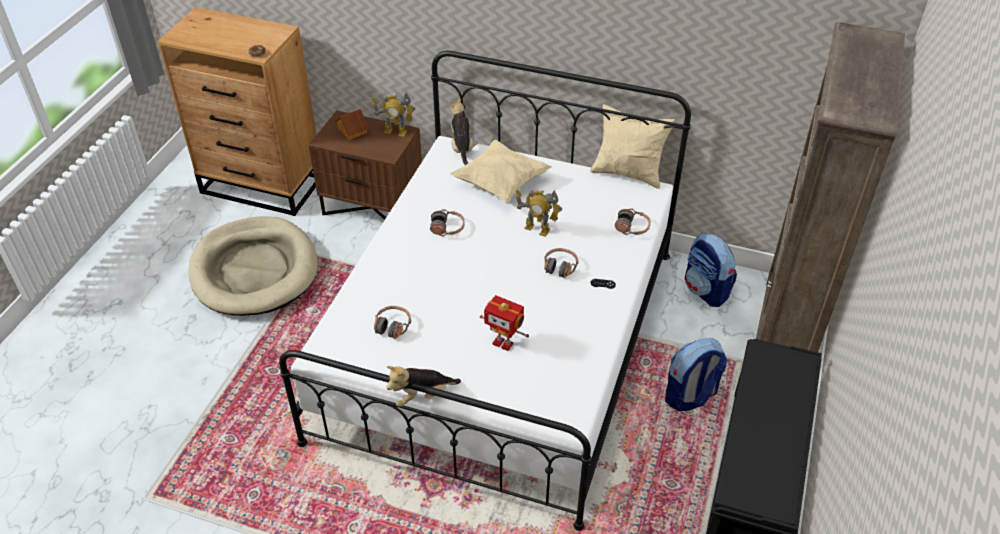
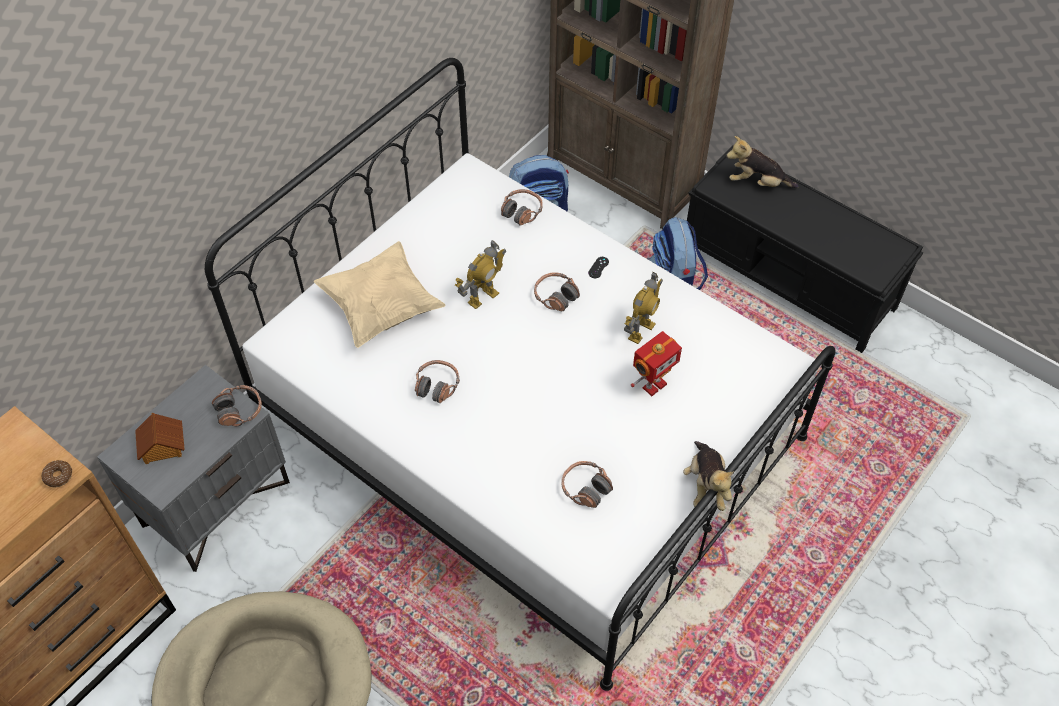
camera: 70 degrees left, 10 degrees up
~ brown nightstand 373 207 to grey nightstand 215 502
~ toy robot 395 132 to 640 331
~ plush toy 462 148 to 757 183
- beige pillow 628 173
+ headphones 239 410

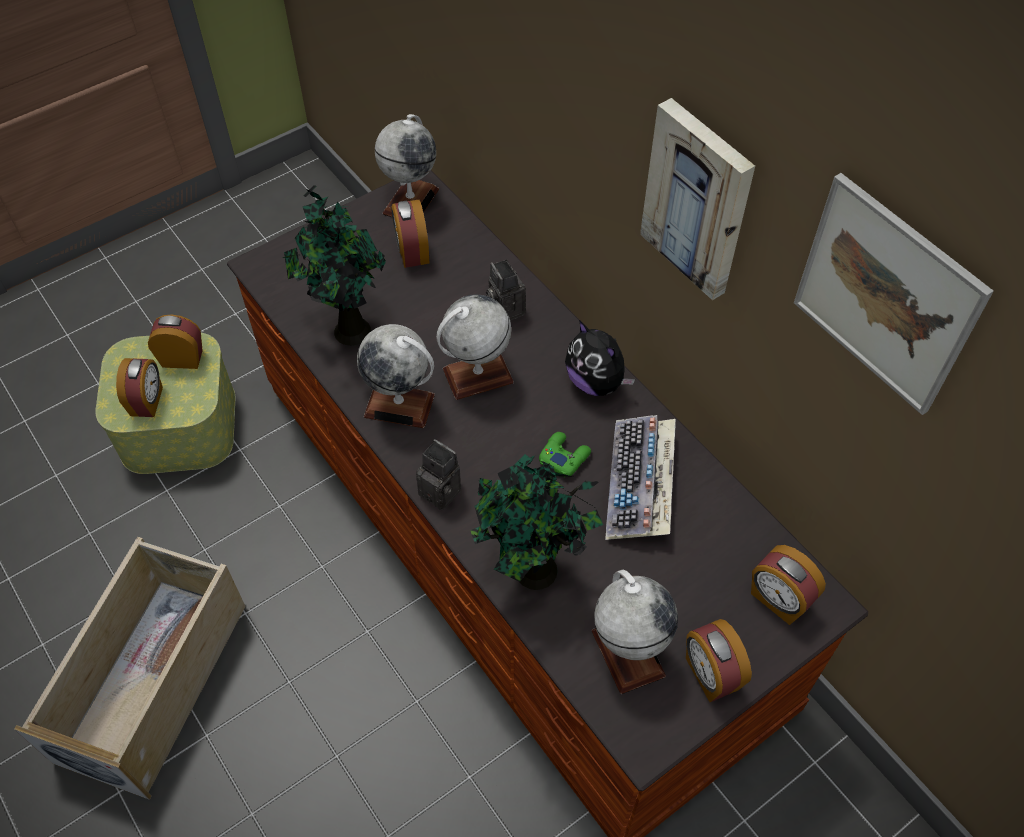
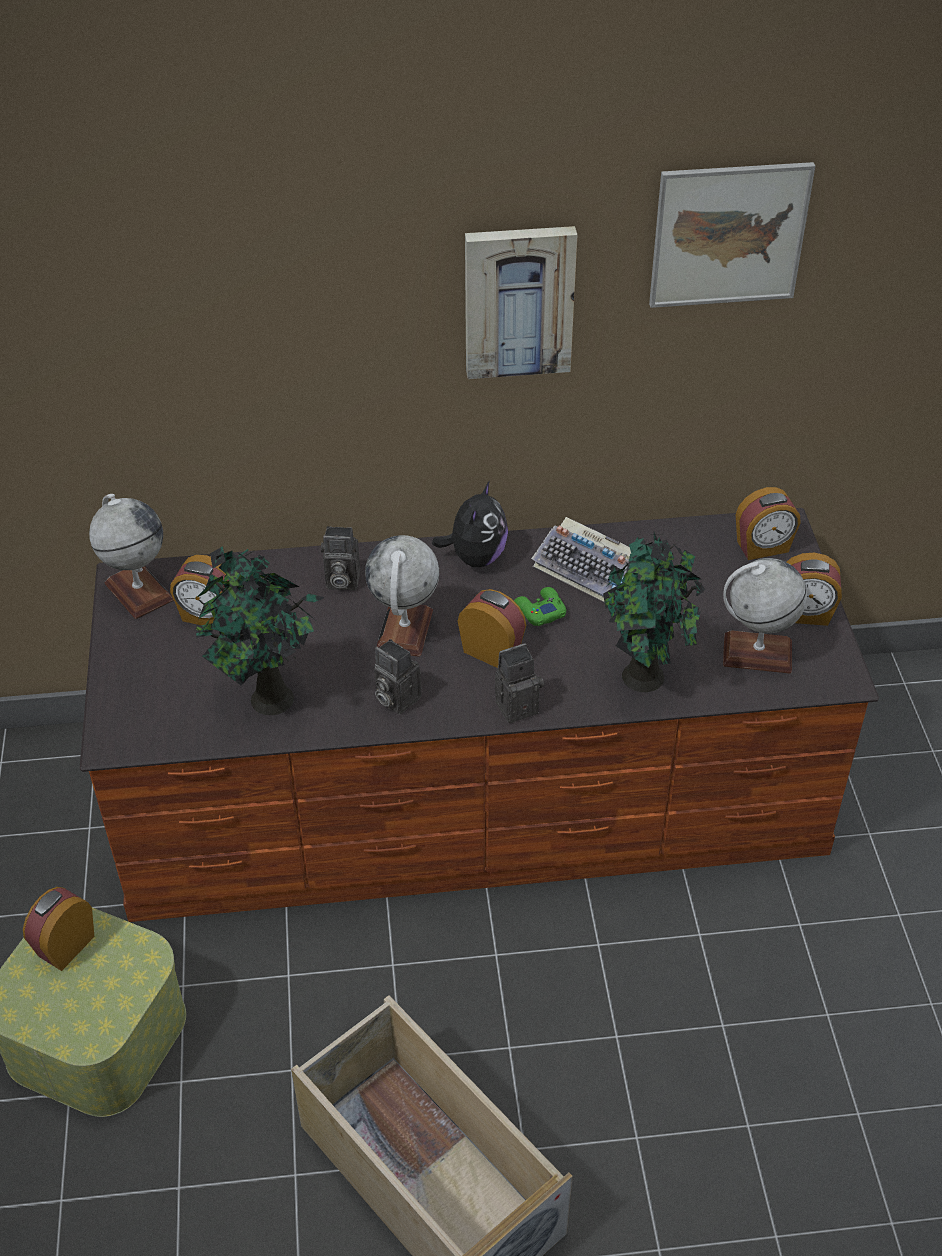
camera: 60 degrees left, 10 degrees down
~ alarm clock 147 401 to 492 651
~ globe 399 405 to photo camera 395 698
~ plush toy 596 382 = 475 557 60 degrees counterclockwise

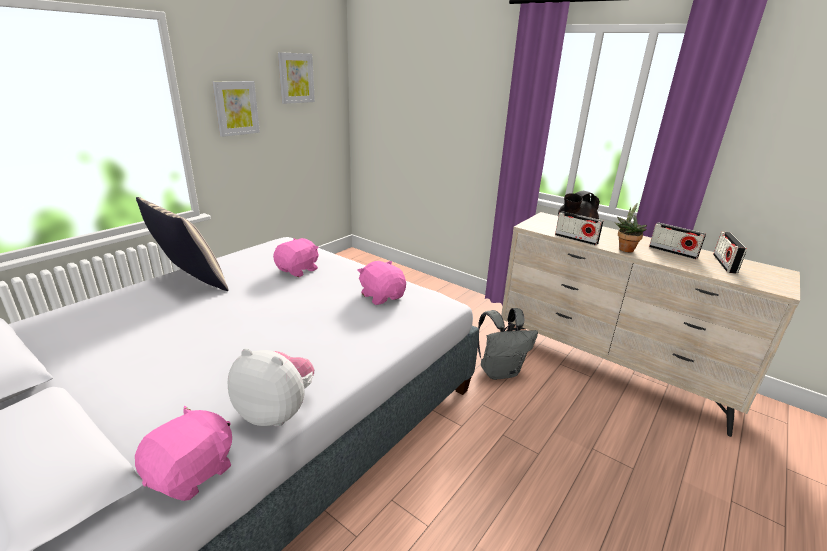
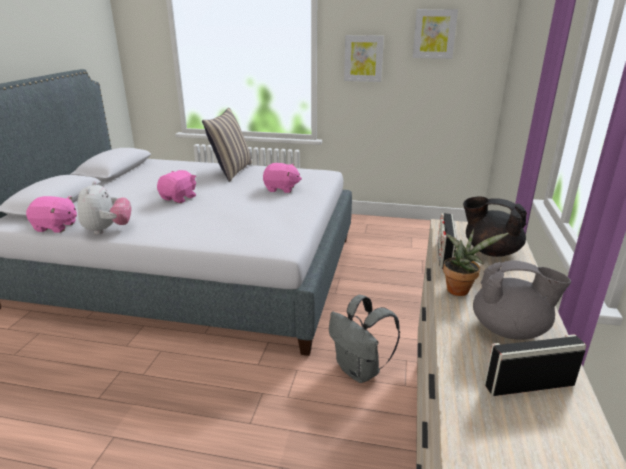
camera: 65 degrees right, 0 degrees up
~ pink plush toy 382 296 to 179 198
~ radio 673 252 to grey teapot 510 330

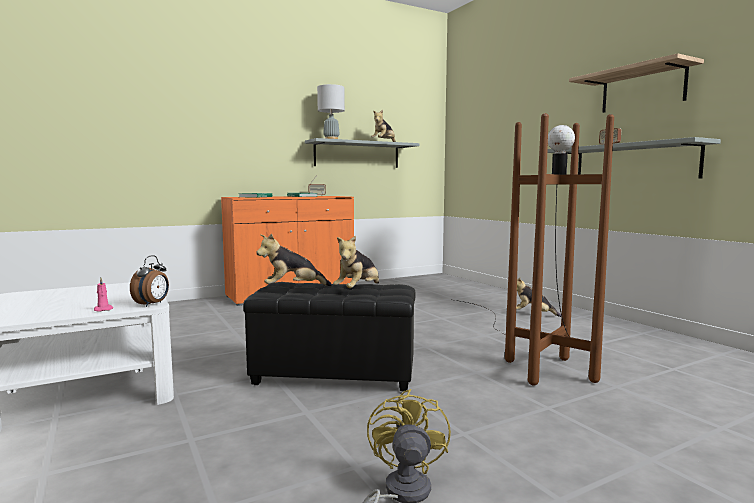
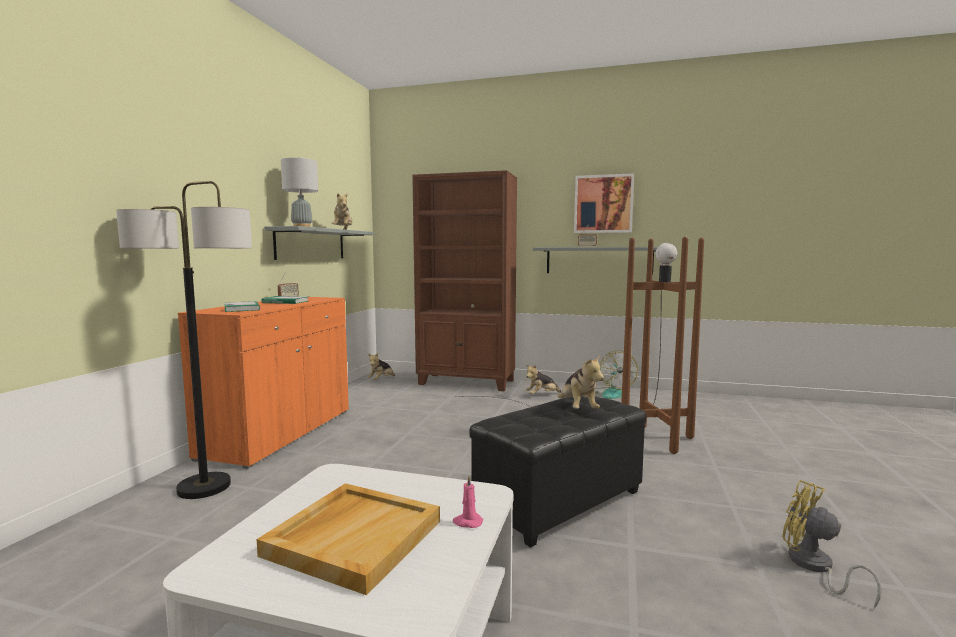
camera: 45 degrees left, 0 degrees up
- alarm clock 152 304
~ plush toy 293 288 to 381 380
~ shelf 642 89 to picture 603 204
+ floor lamp 204 487
+ beige tray 354 537
+ brown bookcase 467 382
+ fan 610 393

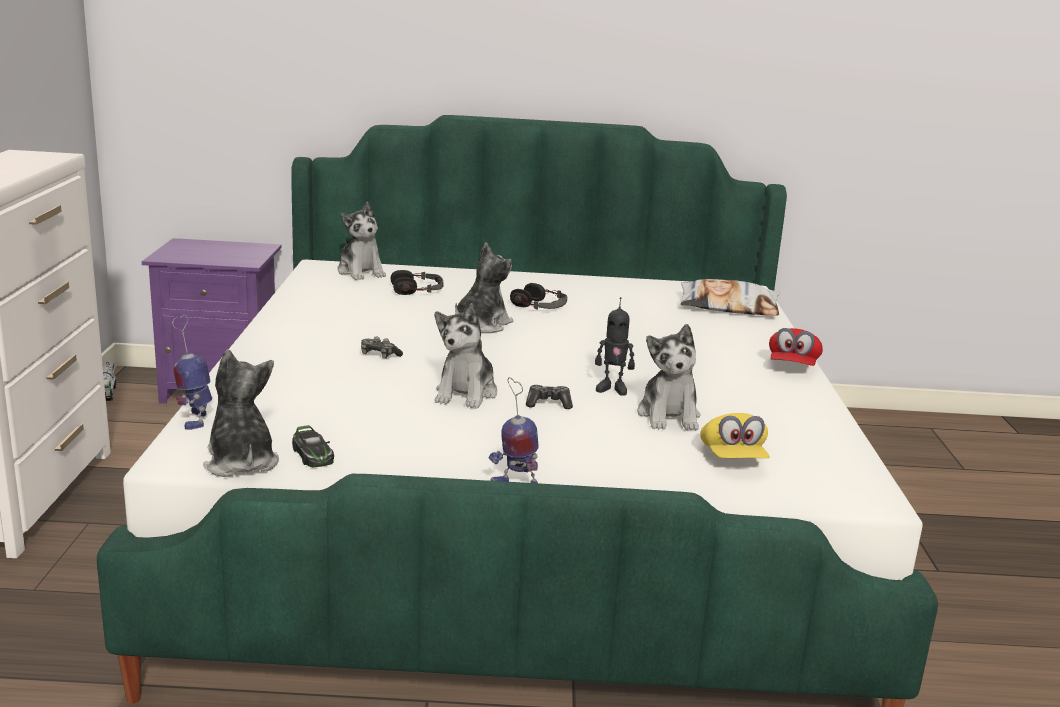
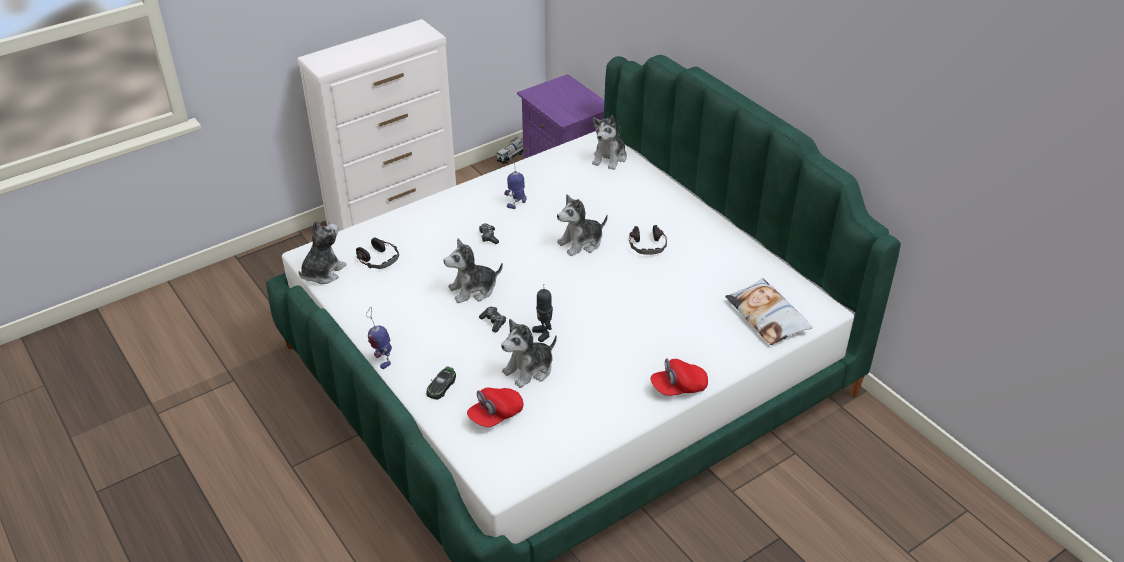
camera: 55 degrees right, 20 degrees up
~ toy robot 195 419 to 517 203
~ toy car 312 454 to 441 386
~ headphones 417 290 to 379 259
~ plush toy 481 325 = 581 243 150 degrees clockwise
~ yellow cap 732 459 to red cap 495 415

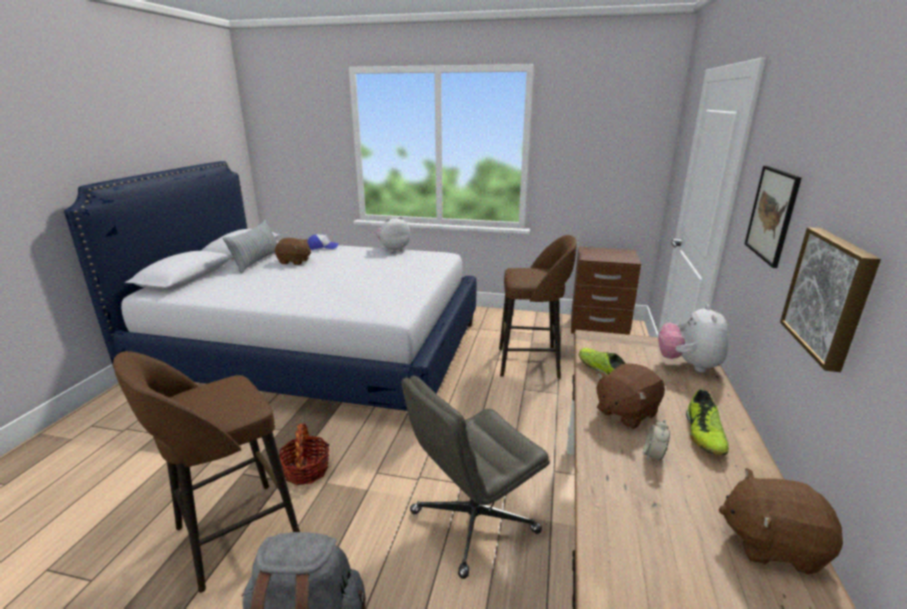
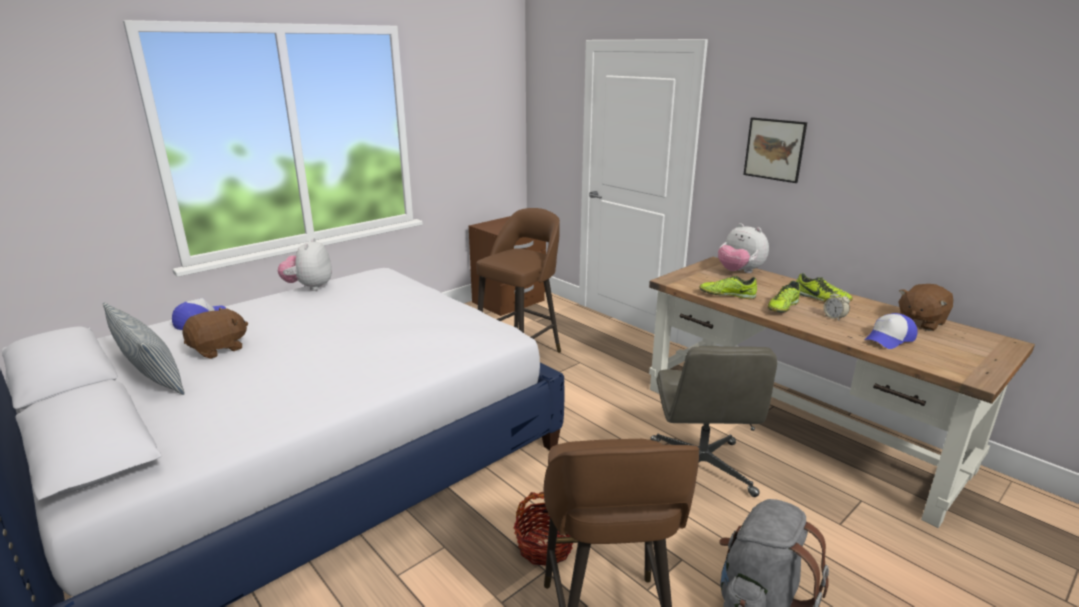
camera: 55 degrees left, 0 degrees up
~ brown plush toy 625 412 to shoe 782 307
- picture 830 295
+ cap 889 339

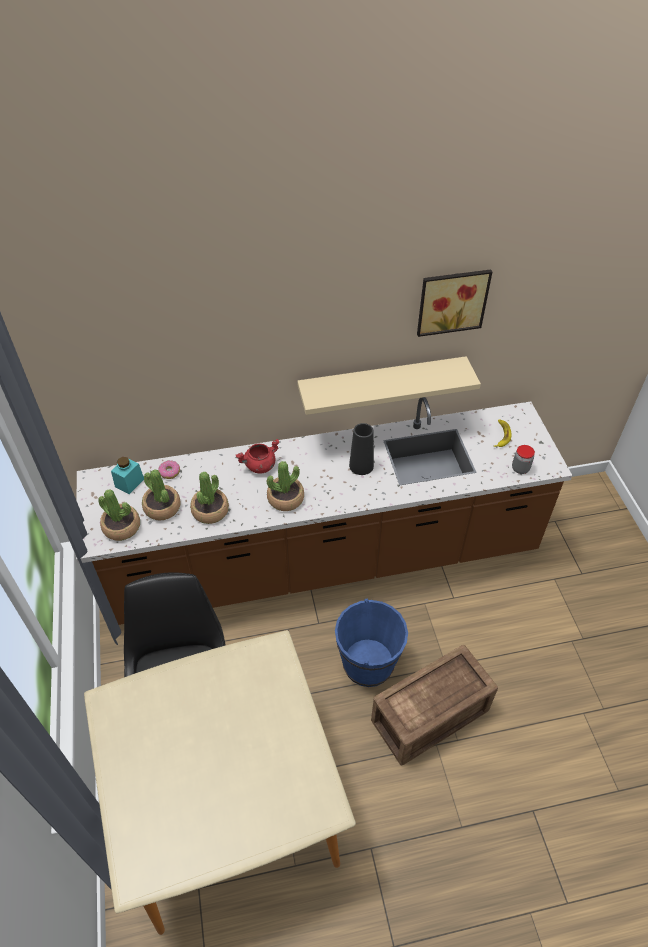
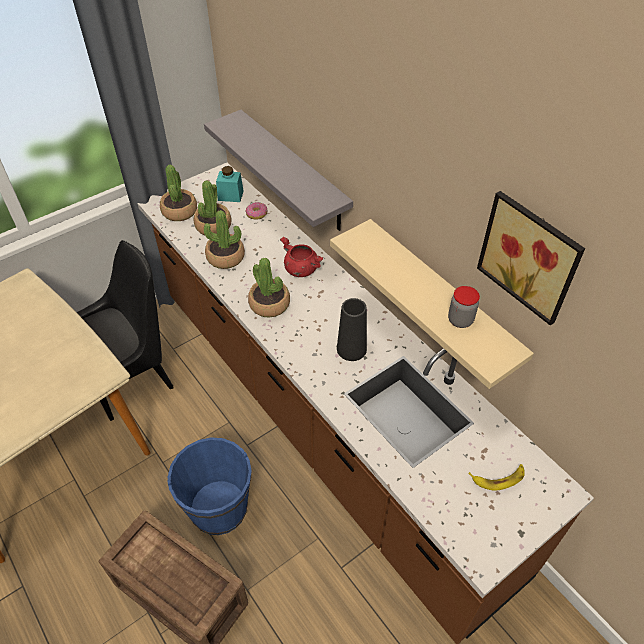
camera: 65 degrees right, 0 degrees up
~ jar 520 468 to 460 320
+ grey shelf 293 171

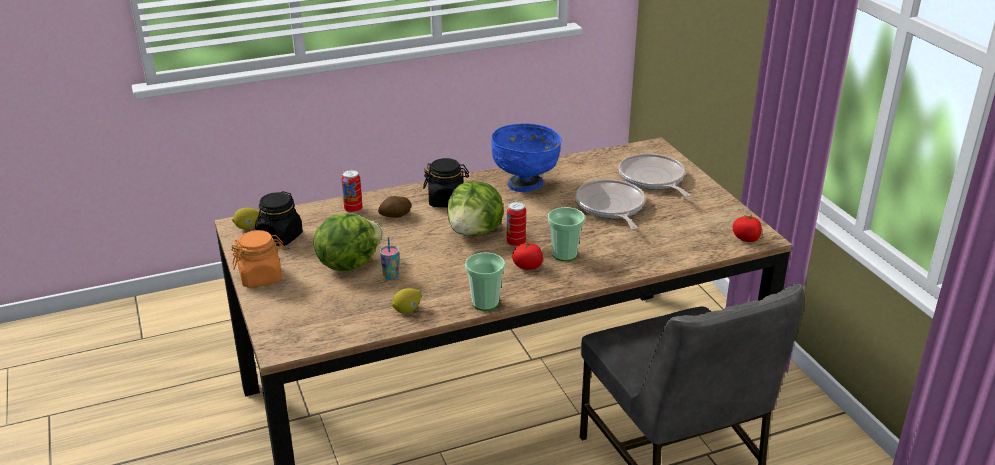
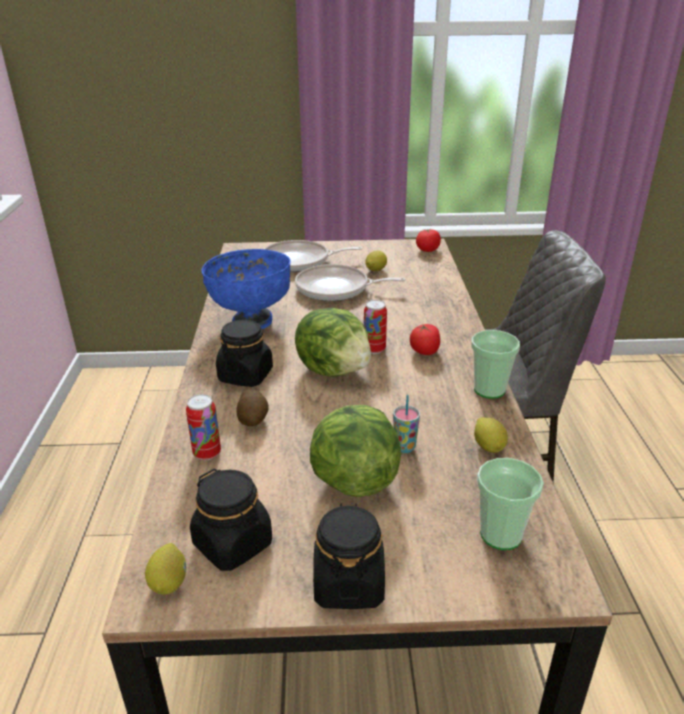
camera: 70 degrees left, 0 degrees up
~ orange jar 261 277 to black jar 348 583
~ cup 564 254 to 501 534
+ lemon 375 270

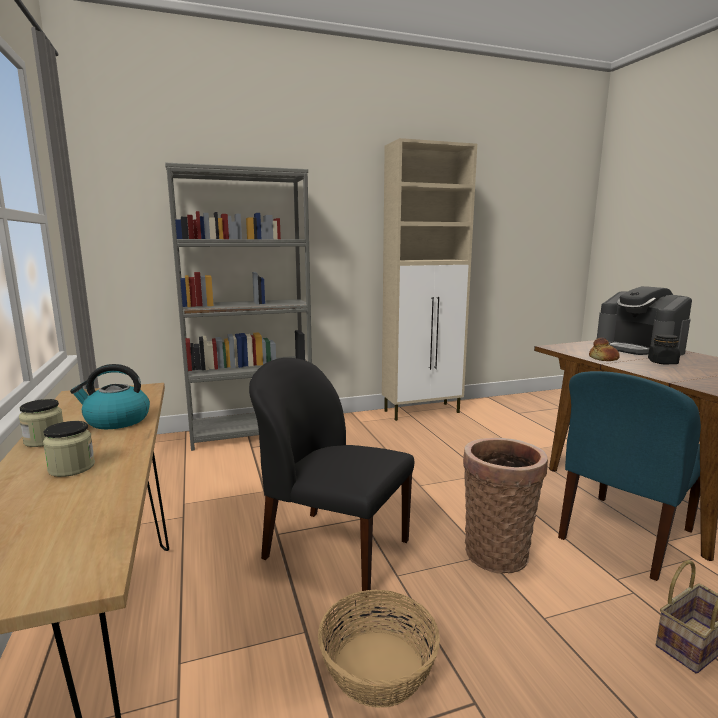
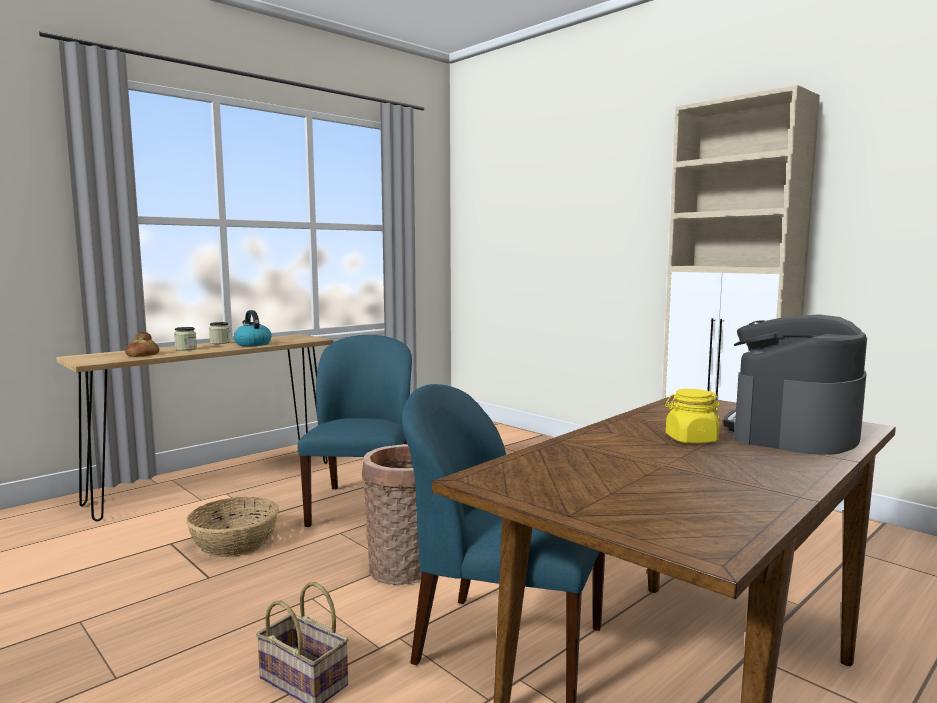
camera: 65 degrees right, 5 degrees down
- grey bookcase 252 433
~ black chair 333 549 to blue chair 361 506
~ bread 603 358 to 142 355
~ black jar 662 362 to yellow jar 691 440

